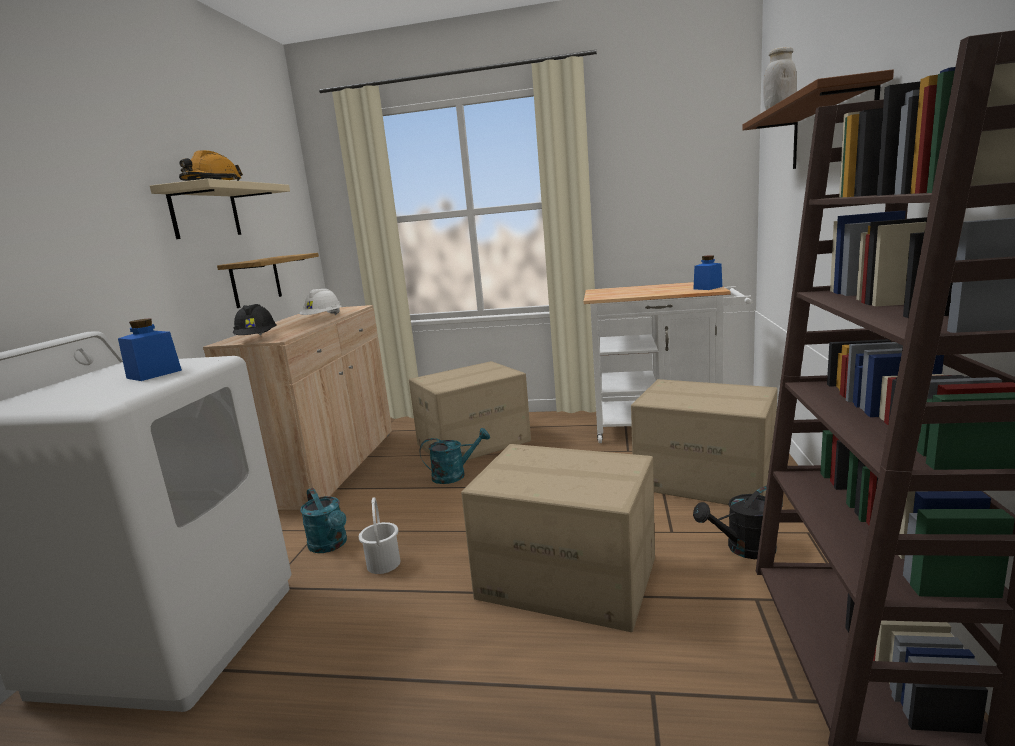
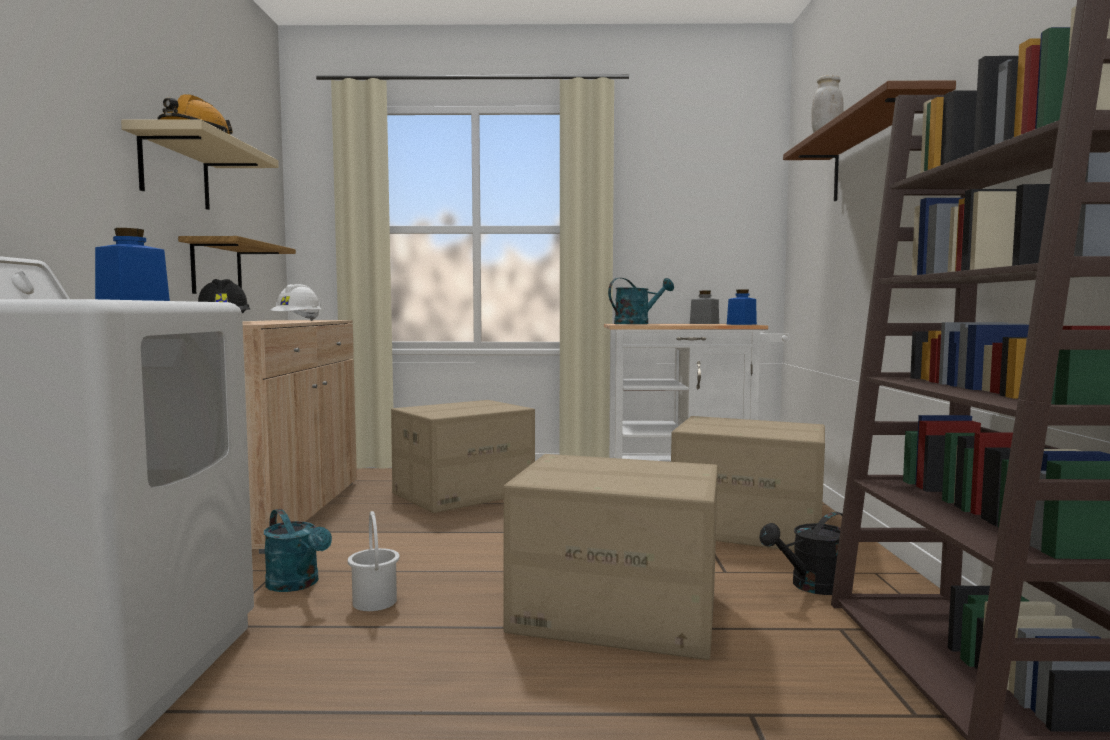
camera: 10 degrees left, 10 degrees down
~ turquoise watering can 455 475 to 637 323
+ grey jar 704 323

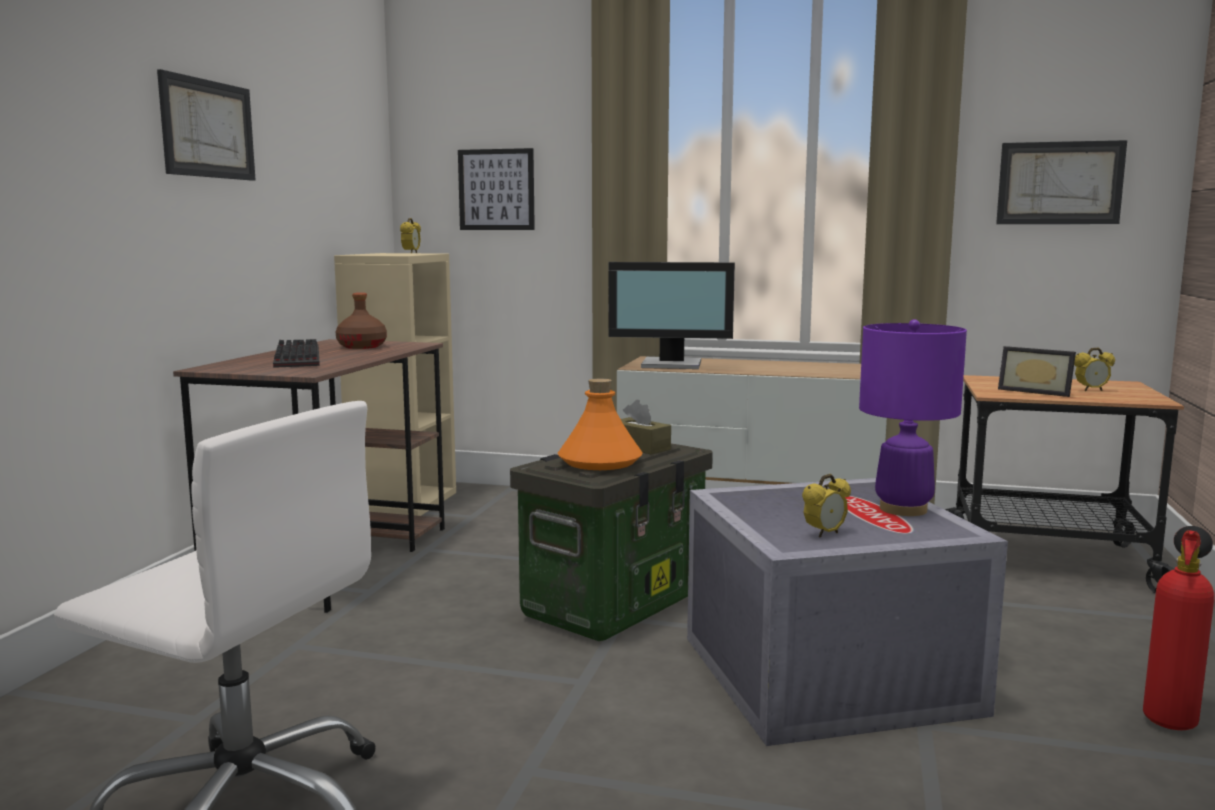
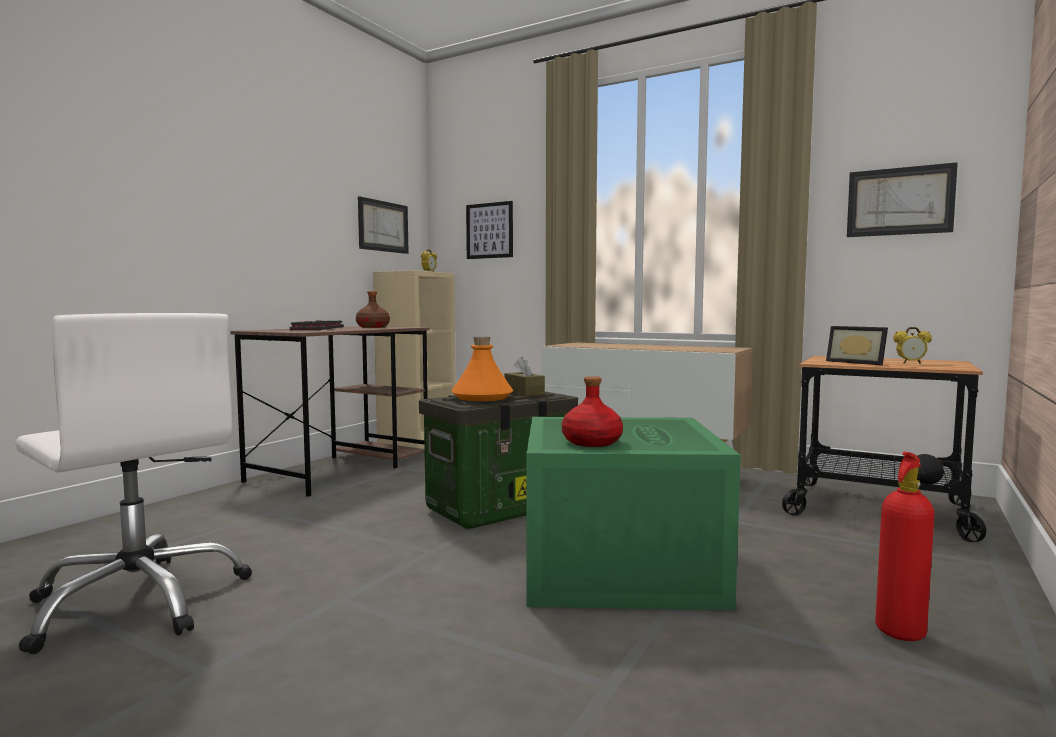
camera: 15 degrees right, 5 degrees down
~ picture 207 129 to 383 226
- monitor 672 365
~ grey storage box 822 673 to green storage box 615 565
~ alarm clock 824 534 to red bottle 592 442
- purple table lamp 902 509

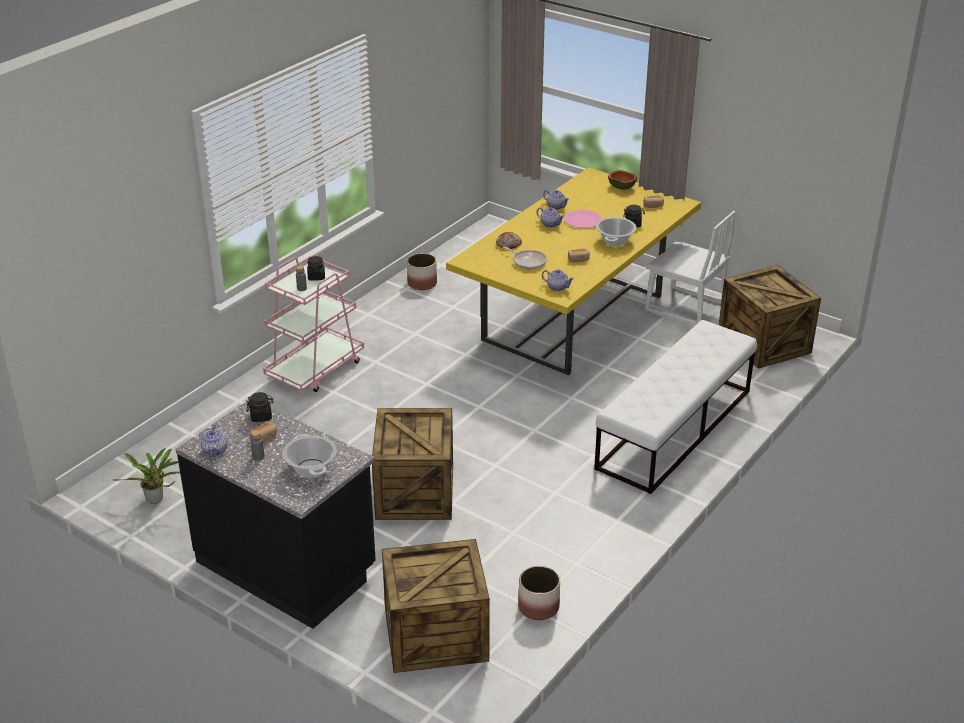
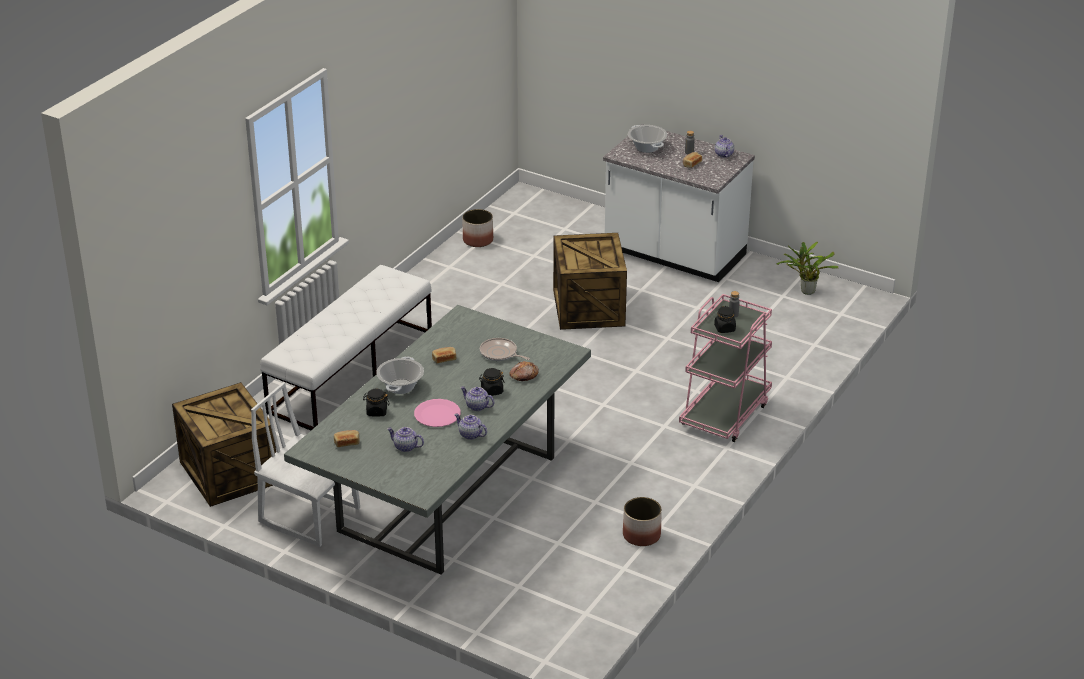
camera: 175 degrees right, 0 degrees up
~ black counter 287 566 to white counter 674 254
~ black jar 261 416 to 492 391
- crate 436 634
~ yellow dining table 574 317 to grey dining table 446 495
~ teapot 557 287 to 405 447
- bowl 621 187

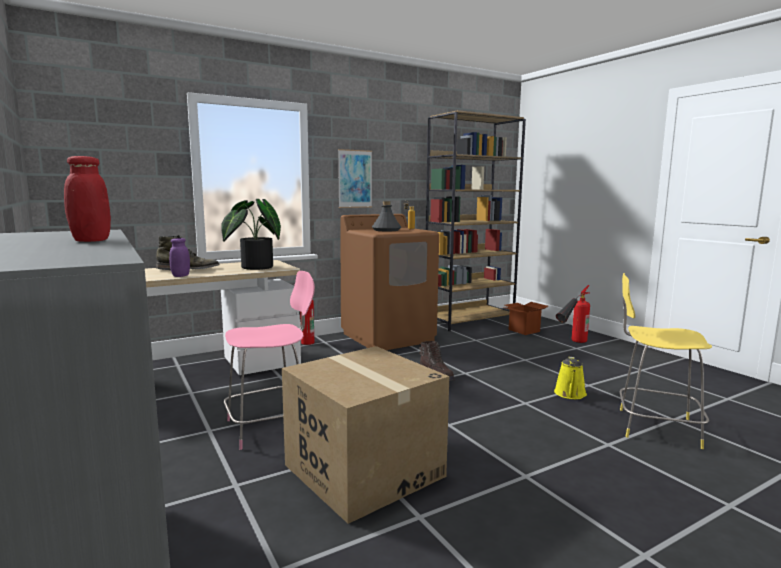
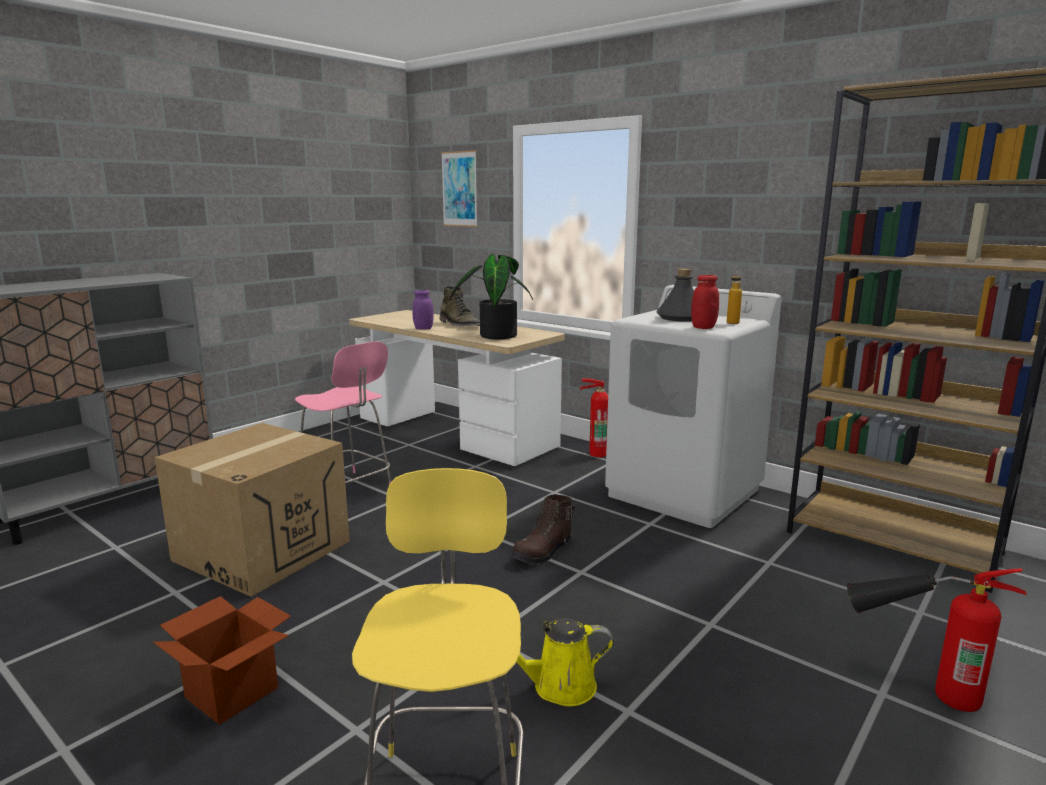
camera: 70 degrees right, 5 degrees up
~ red jar 91 240 to 703 327
~ picture 355 179 to 459 189
~ brown washing machine 388 337 to white washing machine 684 493
~ cardboard box 524 330 to 232 693

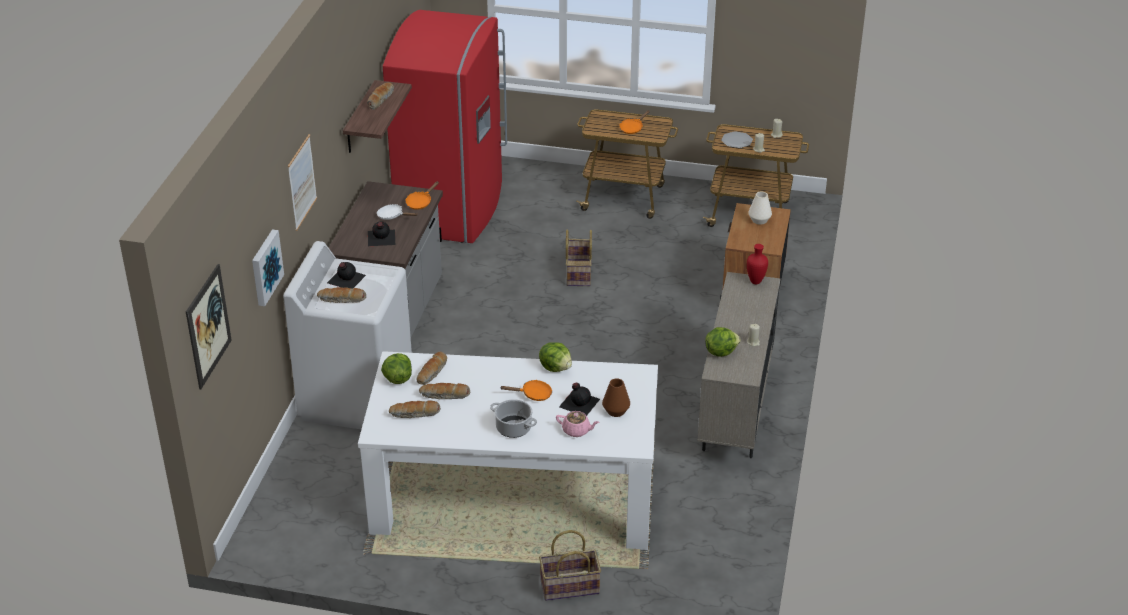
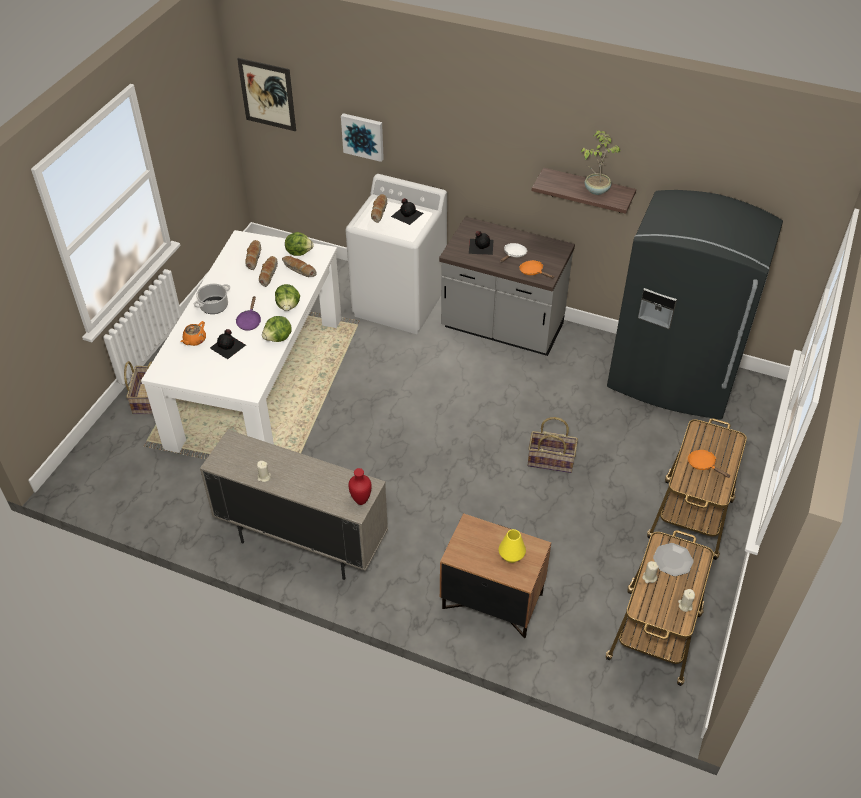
camera: 100 degrees right, 10 degrees up
- picture 302 182
~ bread 380 99 to potted plant 596 190
~ red fridge 452 209 to grey fridge 671 380
~ orange frying pan 533 394 to purple frying pan 249 321
~ pink teapot 576 431 to orange teapot 194 340
- brown vase 616 411
~ lettuce 720 351 to 288 306
~ white vase 759 220 to yellow vase 511 555

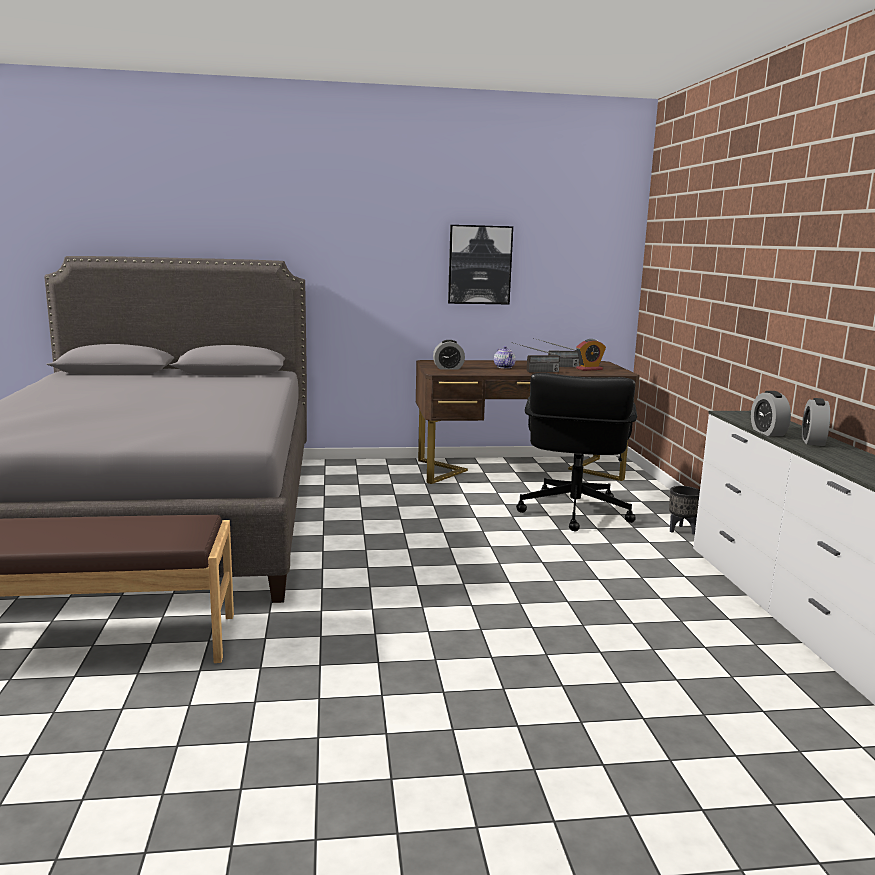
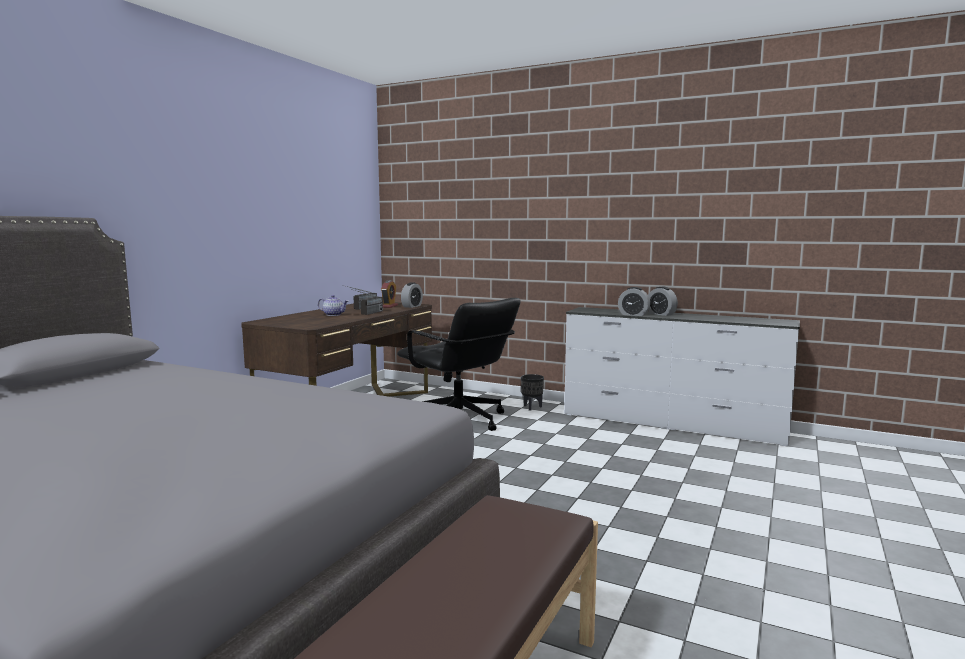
camera: 55 degrees left, 5 degrees down
~ alarm clock 448 368 to 412 306
- picture 479 265

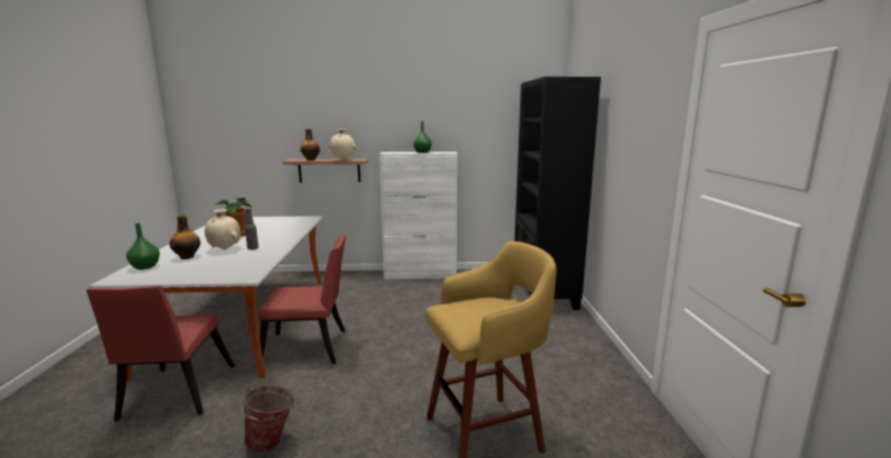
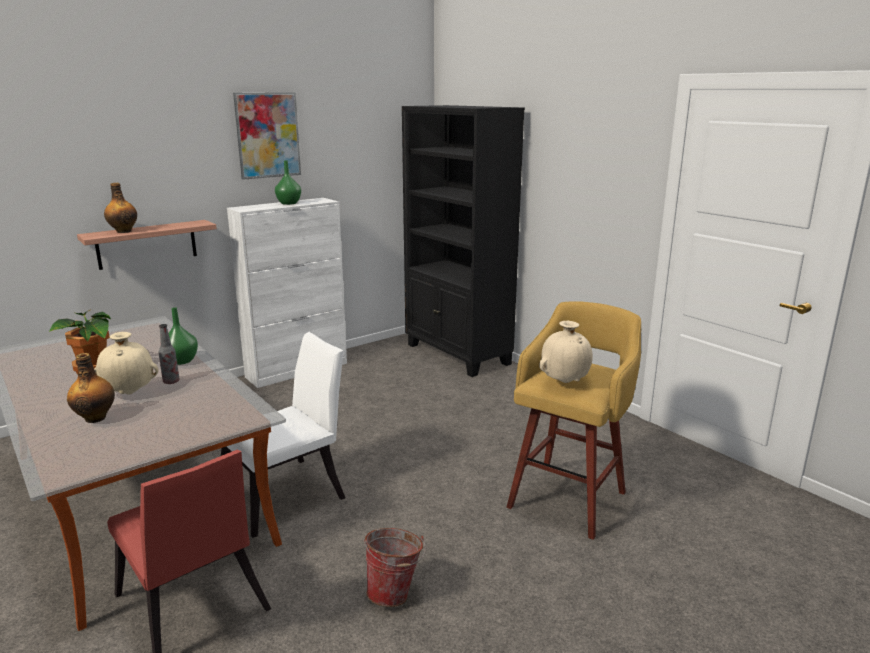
camera: 35 degrees left, 5 degrees up
~ green vase 144 267 to 181 361
~ red chair 310 348 to white chair 288 494
~ beige vase 343 160 to 565 382
+ picture 268 135

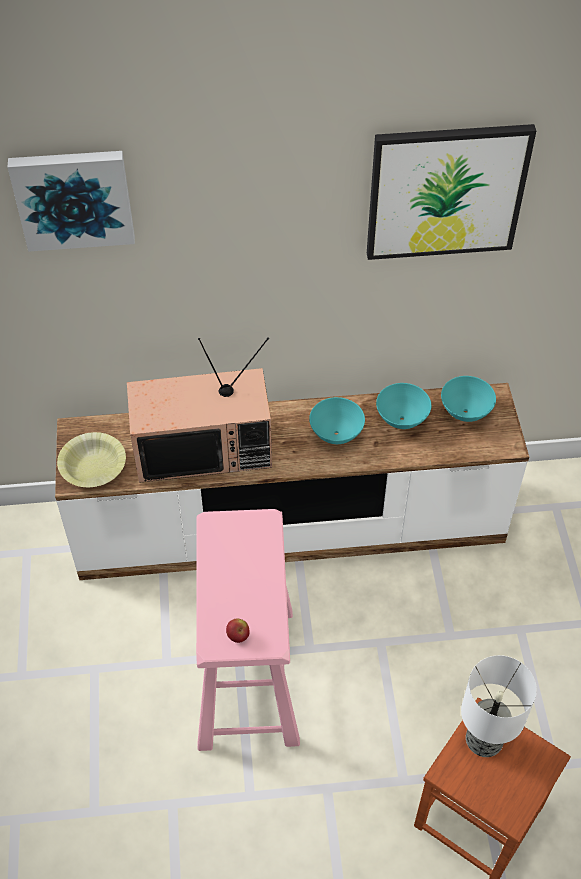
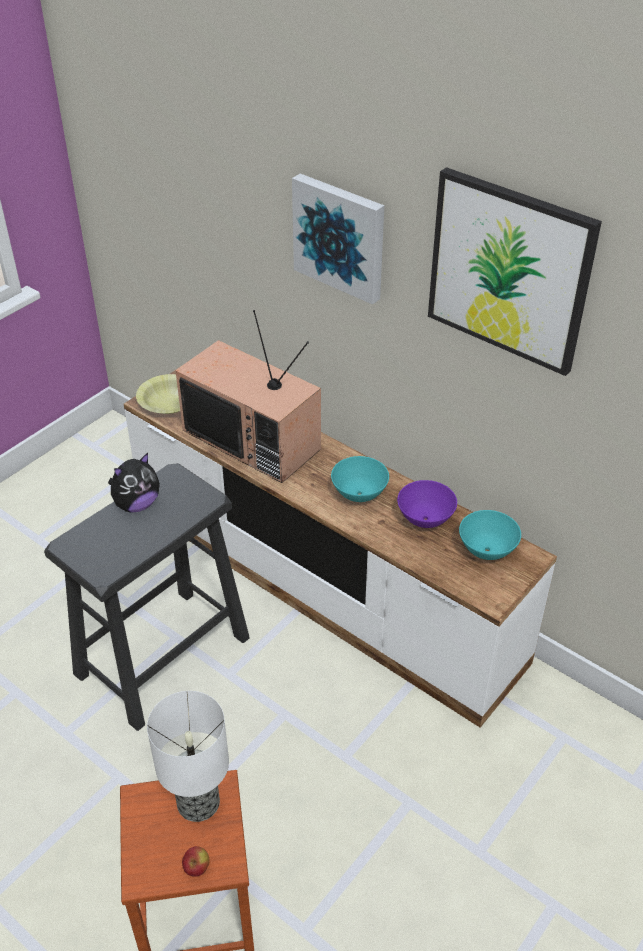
camera: 45 degrees right, 10 degrees down
~ picture 73 198 to 340 236
~ pink stool 247 676 to black stool 163 655
~ apple 238 636 to 197 868
~ turquoise bowl 401 419 to purple bowl 425 519
+ plush toy 136 504

